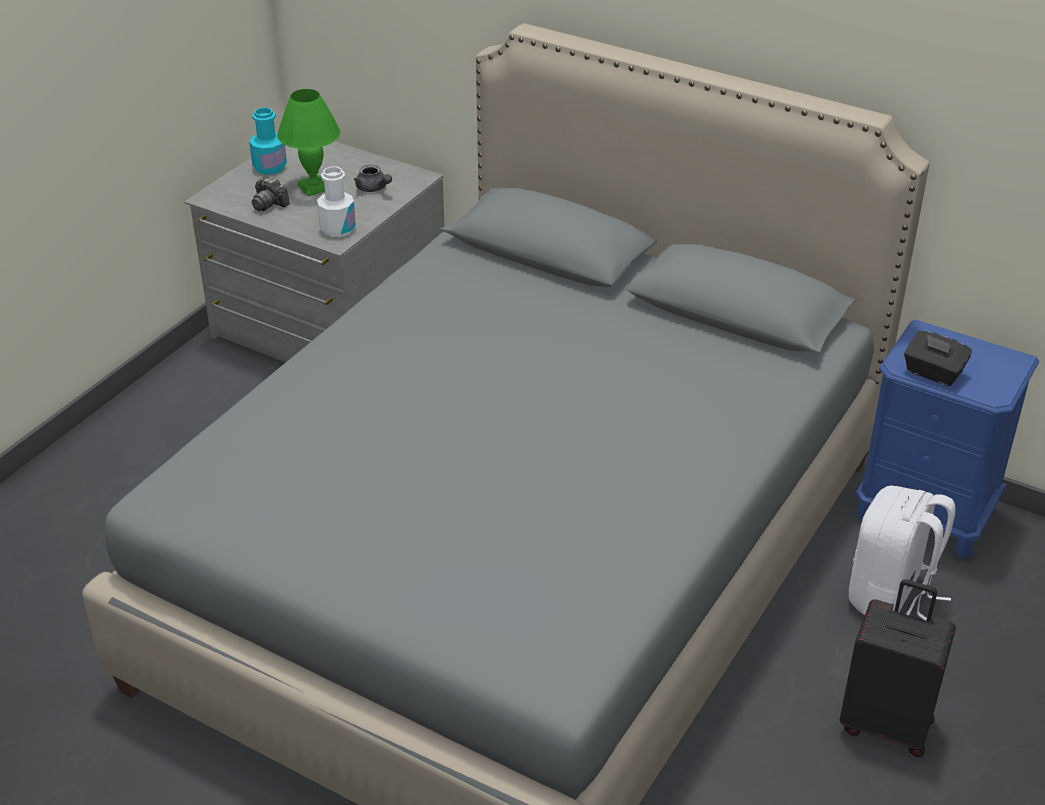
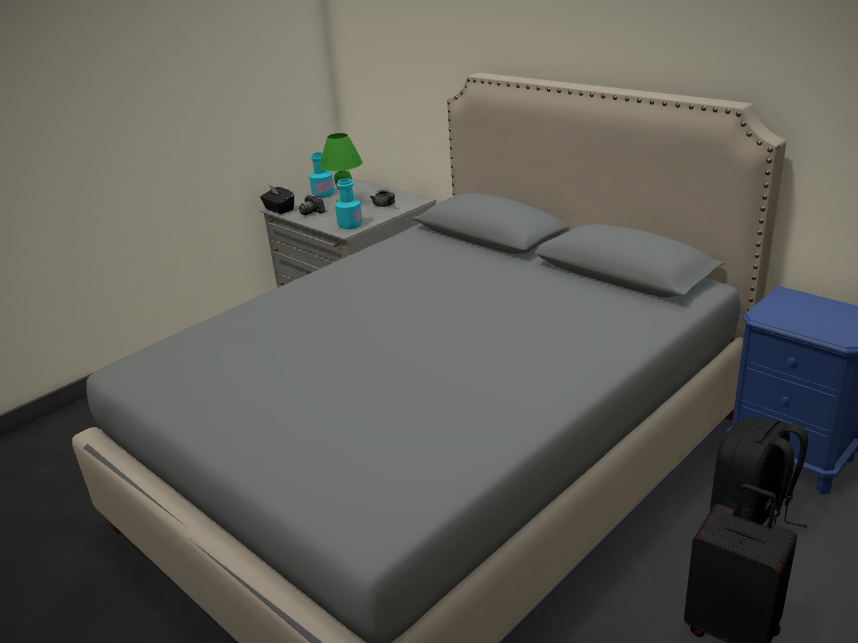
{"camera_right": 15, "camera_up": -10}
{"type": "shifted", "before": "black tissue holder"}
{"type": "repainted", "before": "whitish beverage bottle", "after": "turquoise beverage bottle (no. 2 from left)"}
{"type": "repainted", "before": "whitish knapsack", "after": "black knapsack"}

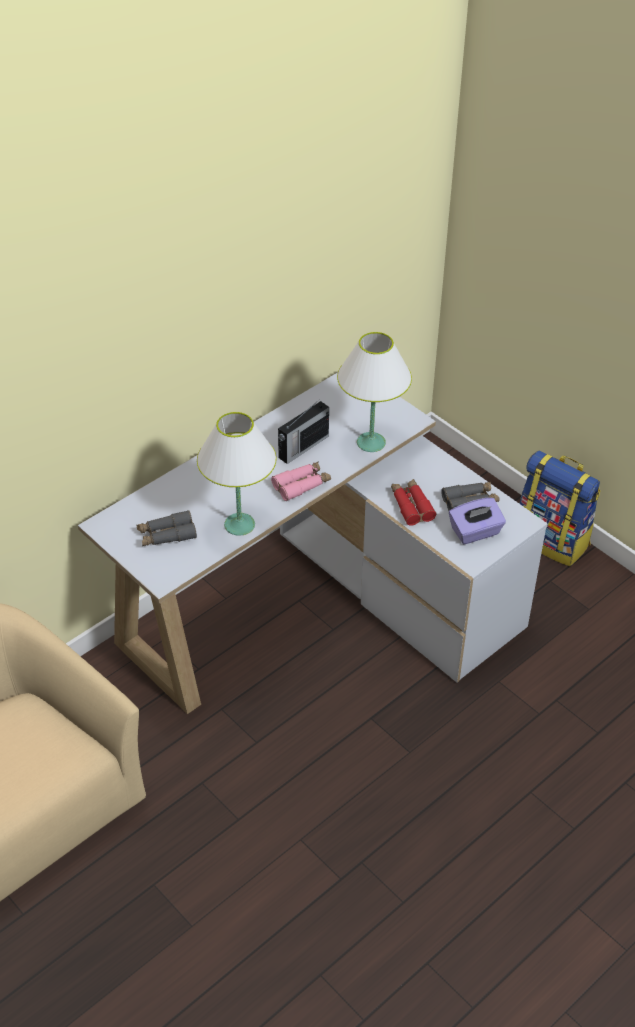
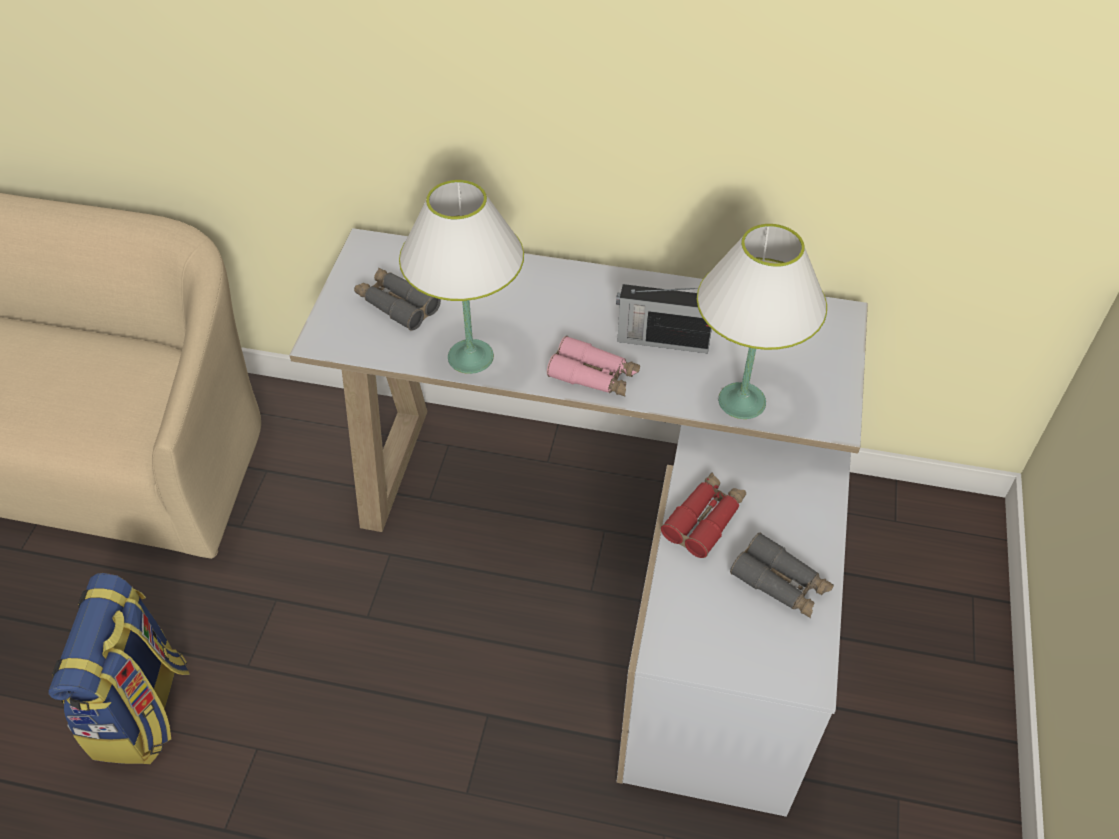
{"camera_right": 55, "camera_up": 5}
{"type": "shifted", "before": "knapsack"}
{"type": "gone", "before": "purplish tissue holder"}

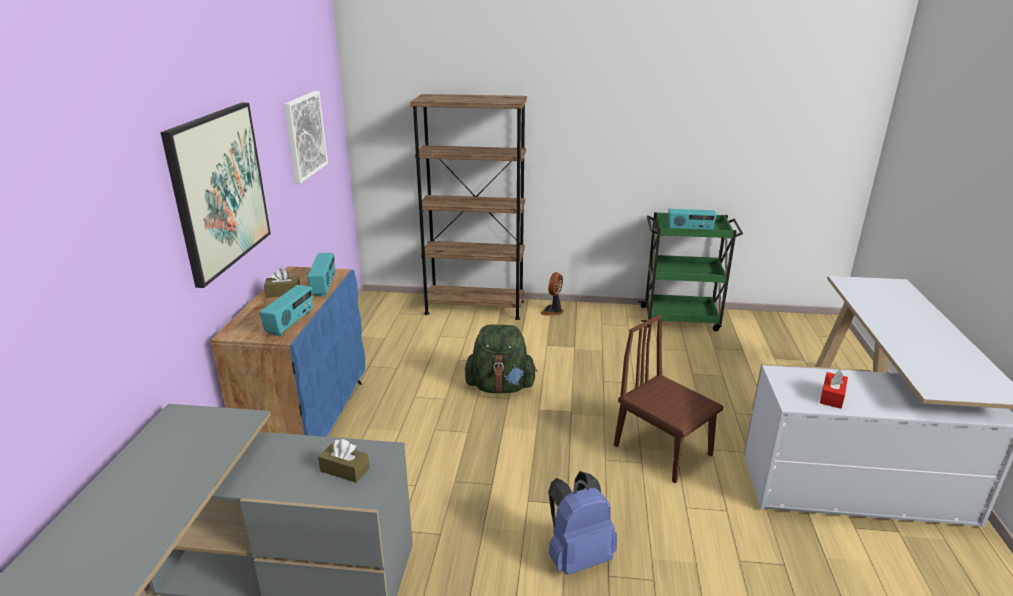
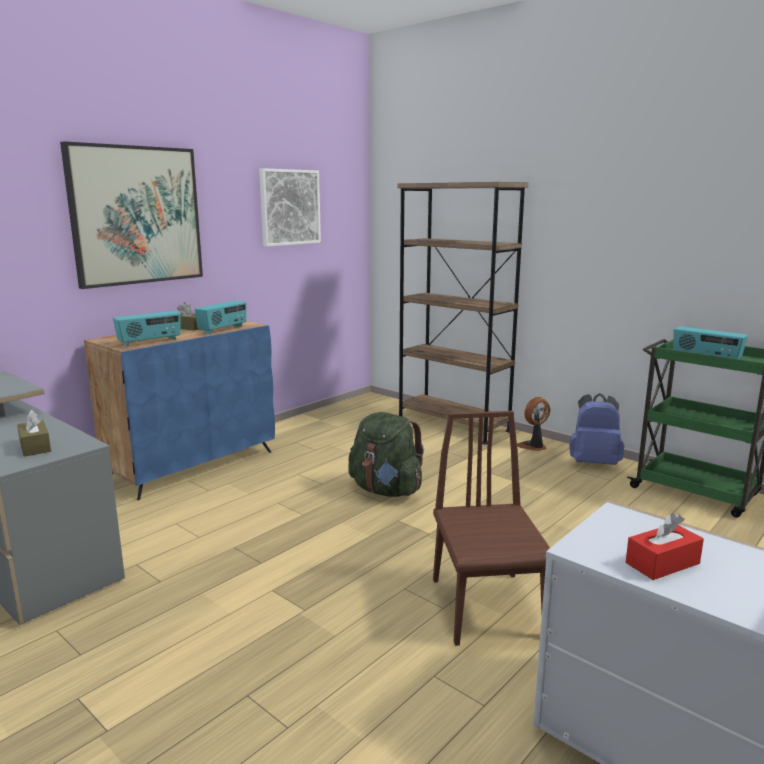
{"camera_right": 35, "camera_up": -10}
{"type": "shifted", "before": "bluish knapsack"}

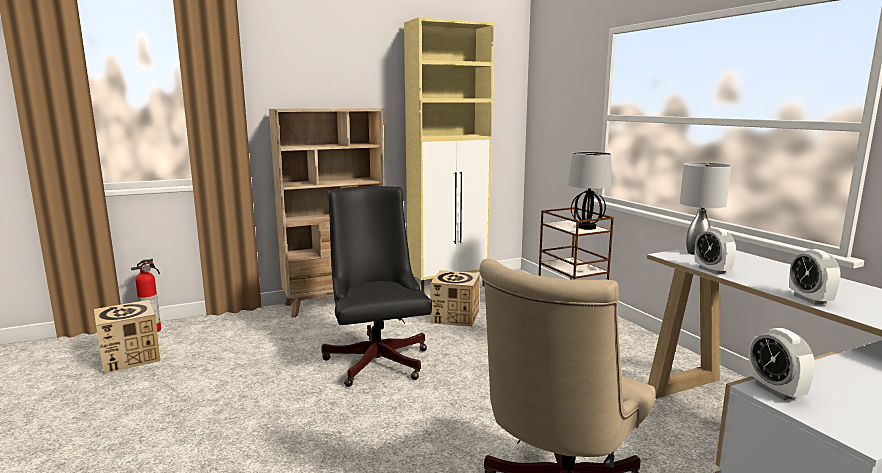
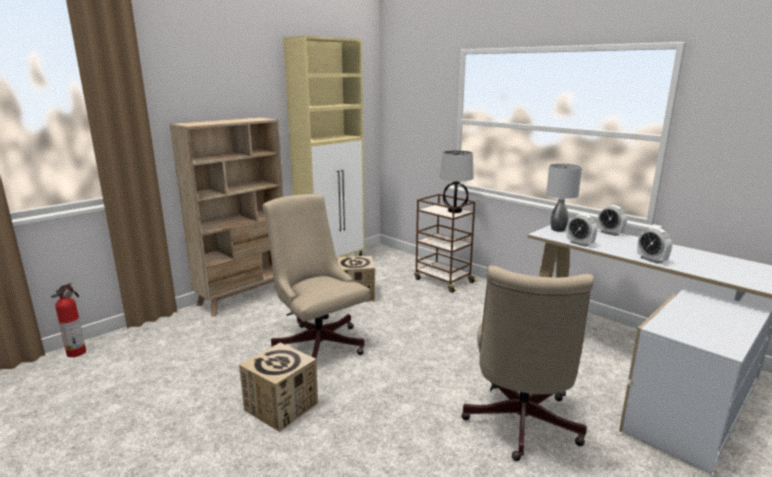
{"camera_right": -20, "camera_up": 5}
{"type": "shifted", "before": "cardboard box (no. 1 from left)"}
{"type": "repainted", "before": "black computer chair", "after": "sand-coloured computer chair (no. 1 from left)"}
{"type": "shifted", "before": "bedside clock (no. 2 from left)"}

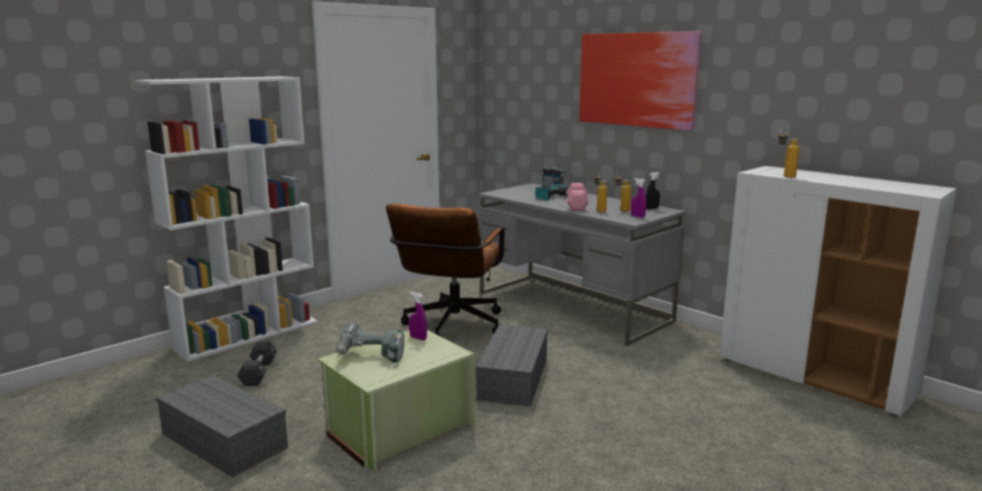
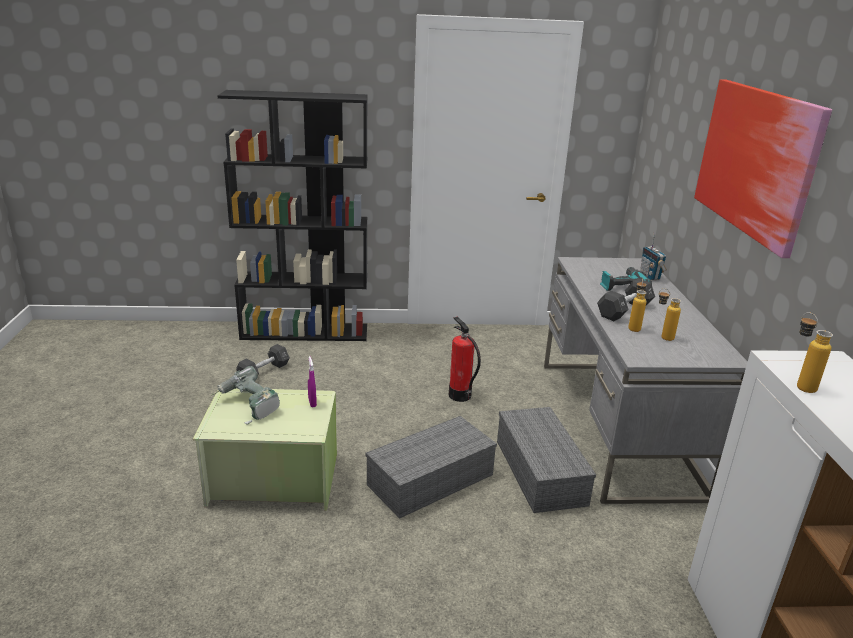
{"camera_right": 40, "camera_up": 10}
{"type": "repainted", "before": "whitish bookcase", "after": "black bookcase"}
{"type": "swapped", "before": "brown-coloured computer chair", "after": "fire-fighting cylinder"}
{"type": "shifted", "before": "gray storage container (no. 1 from left in the first image)", "after": "gray storage container (no. 2 from left)"}
{"type": "repainted", "before": "pink-coloured hand weight", "after": "black hand weight (no. 2 from left)"}
{"type": "gone", "before": "purplish sprayer (no. 2 from left)"}
{"type": "gone", "before": "black sprayer"}

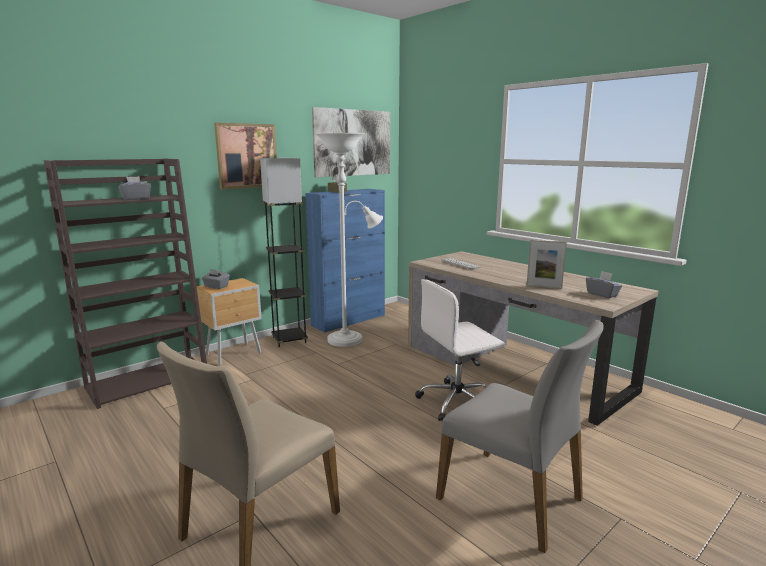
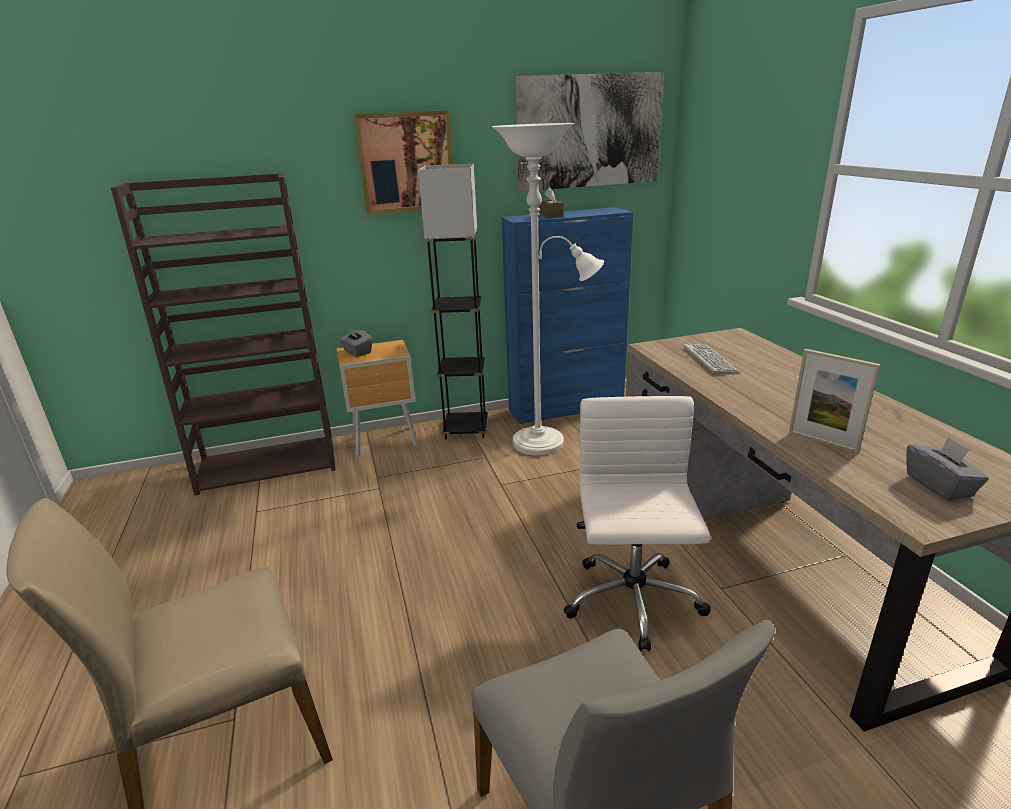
{"camera_right": 25, "camera_up": 10}
{"type": "rotated", "before": "whitish computer chair", "turn": 90}
{"type": "gone", "before": "gray tissue holder (no. 1 from left)"}

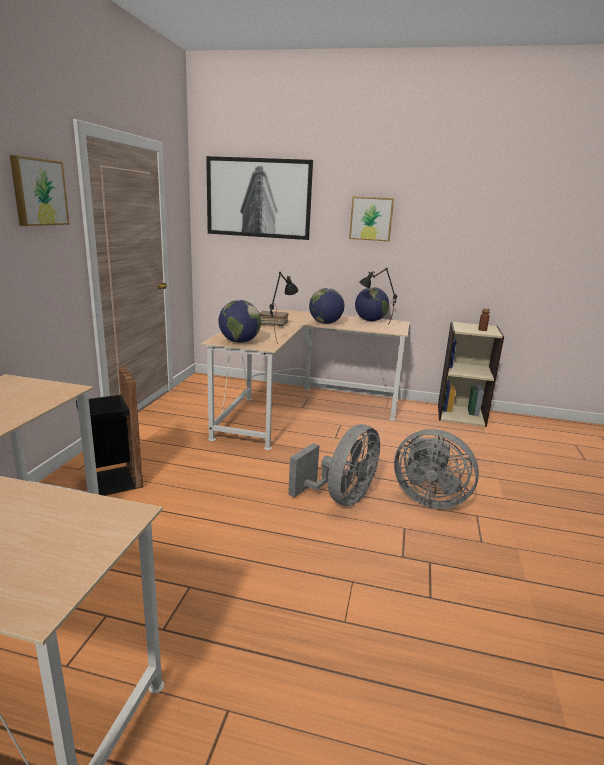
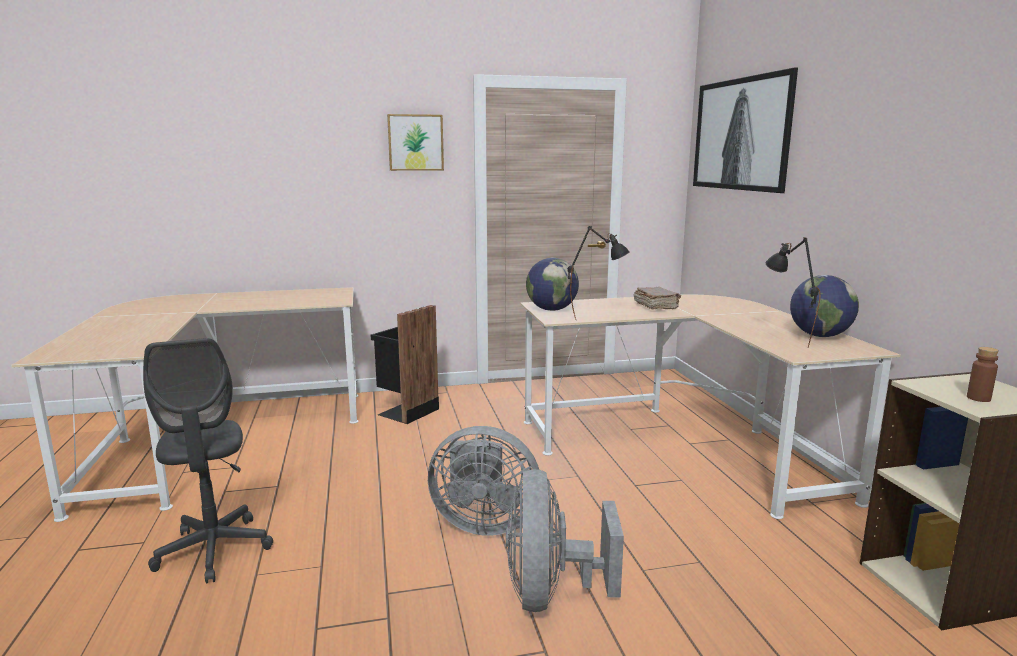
{"camera_right": 65, "camera_up": -5}
{"type": "new", "after": "gray computer chair"}
{"type": "gone", "before": "world globe (no. 2 from left)"}
{"type": "gone", "before": "picture (no. 3 from left)"}

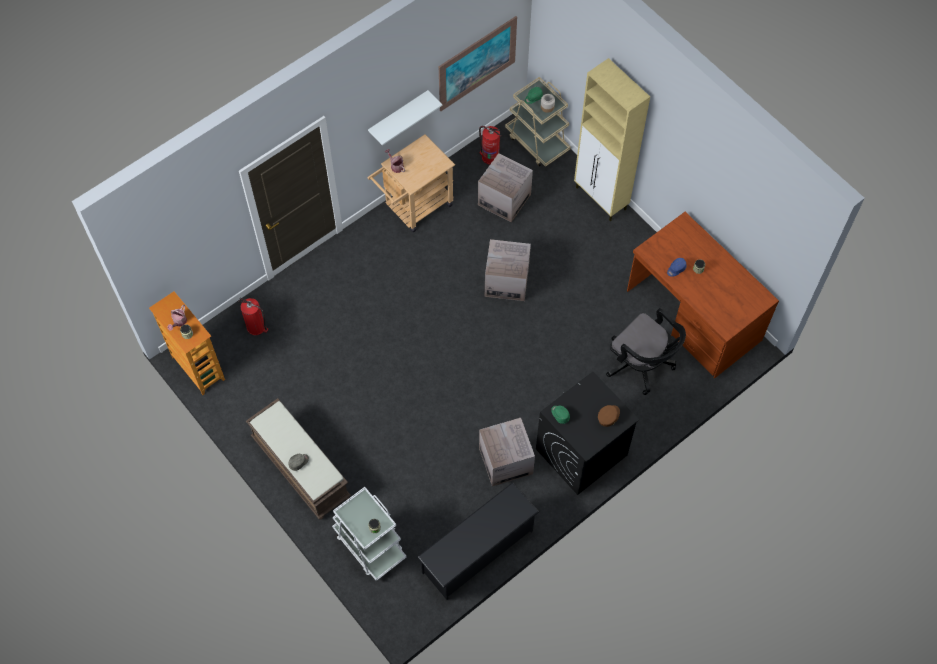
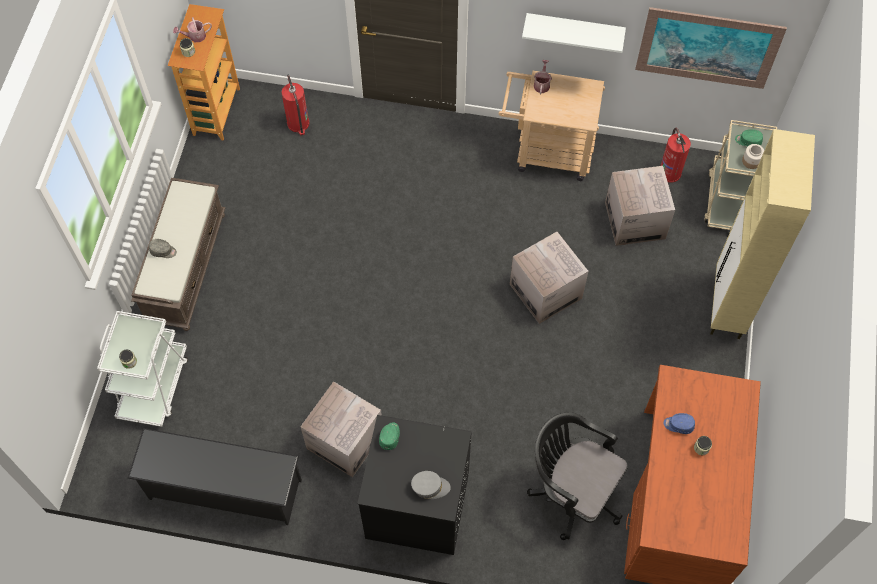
{"camera_right": 50, "camera_up": 0}
{"type": "repainted", "before": "brown-coloured baseball cap", "after": "gray baseball cap (no. 2 from left)"}
{"type": "rotated", "before": "black computer chair", "turn": 120}

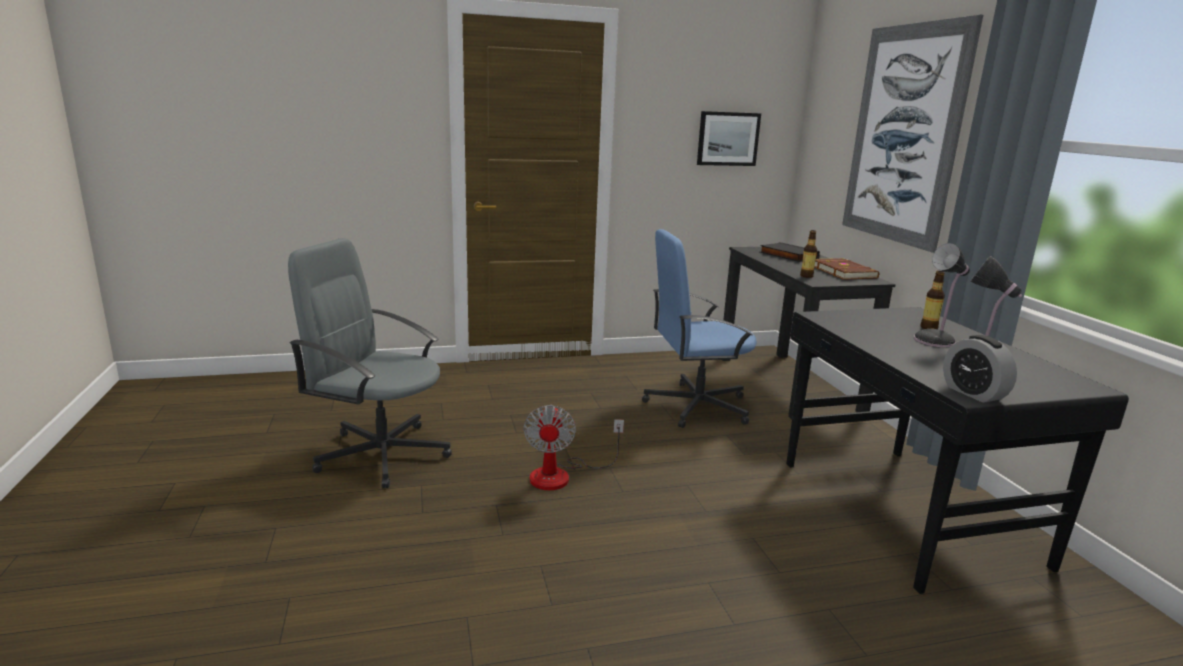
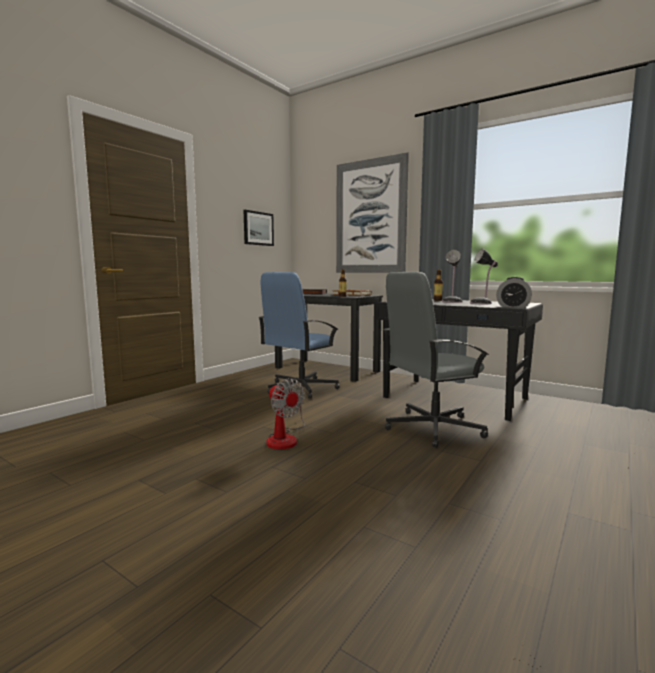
{"camera_right": -40, "camera_up": -10}
{"type": "shifted", "before": "gray computer chair"}

